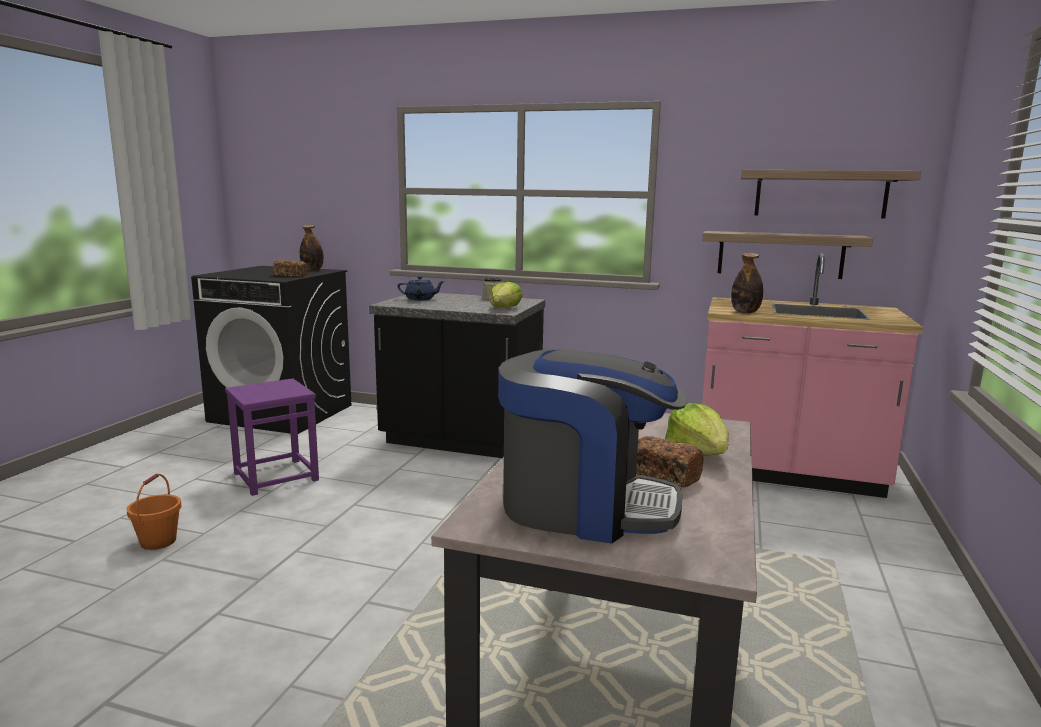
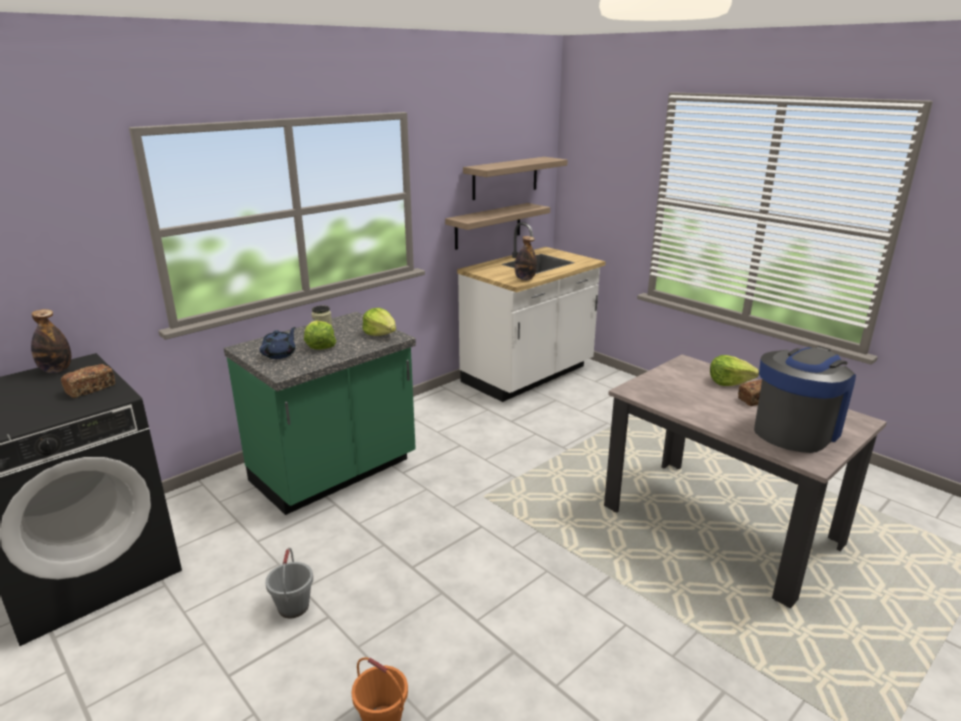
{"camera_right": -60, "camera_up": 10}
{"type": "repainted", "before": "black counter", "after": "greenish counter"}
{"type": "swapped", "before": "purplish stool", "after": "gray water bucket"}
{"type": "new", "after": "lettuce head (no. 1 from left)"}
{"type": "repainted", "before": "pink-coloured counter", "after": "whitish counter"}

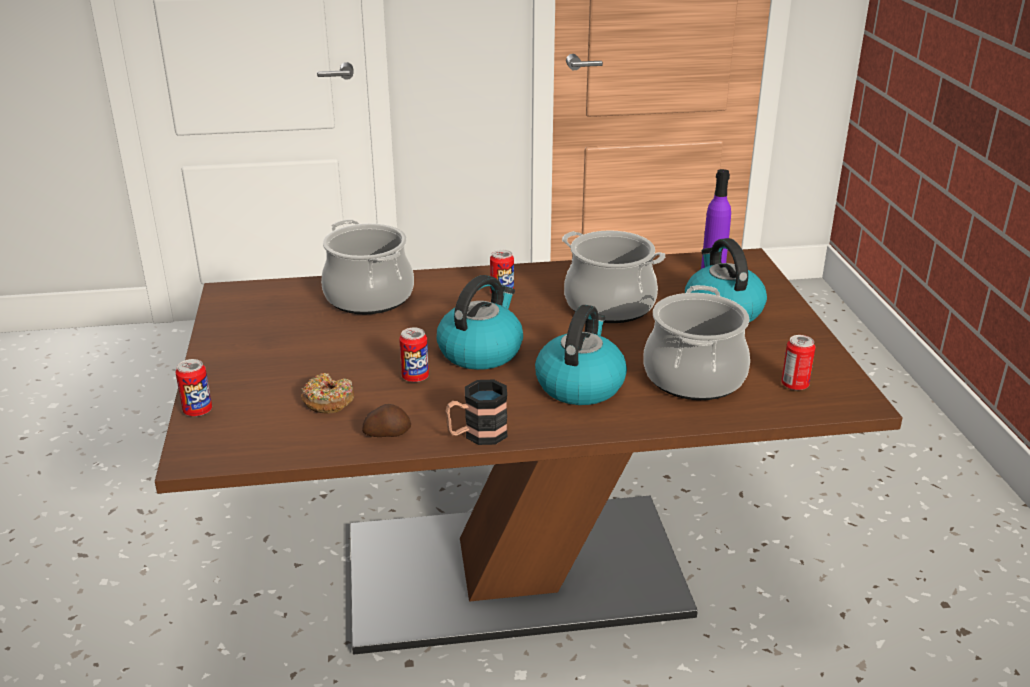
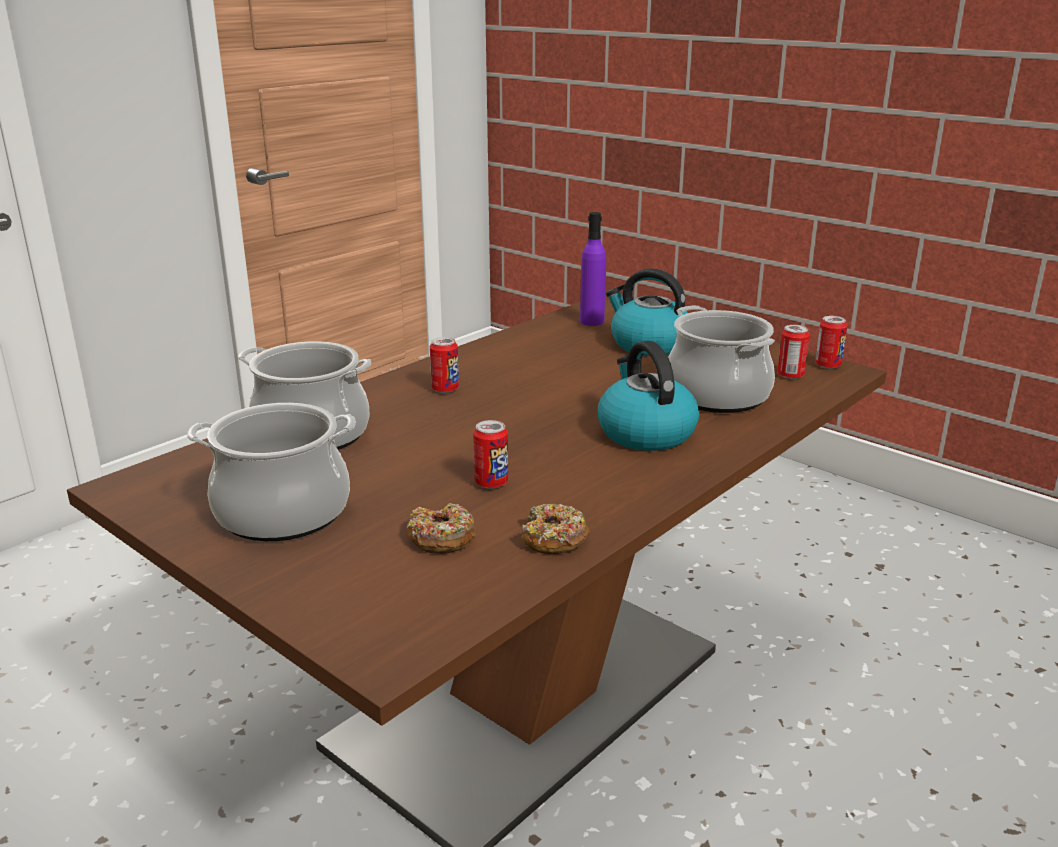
{"camera_right": -40, "camera_up": -5}
{"type": "shifted", "before": "stockpot (no. 2 from left in the first image)", "after": "stockpot (no. 1 from left)"}
{"type": "swapped", "before": "spud", "after": "ring doughnut (no. 2 from left)"}
{"type": "shifted", "before": "sealed can (no. 1 from left in the first image)", "after": "sealed can (no. 4 from left)"}
{"type": "gone", "before": "water kettle (no. 1 from left)"}
{"type": "gone", "before": "coffee mug"}

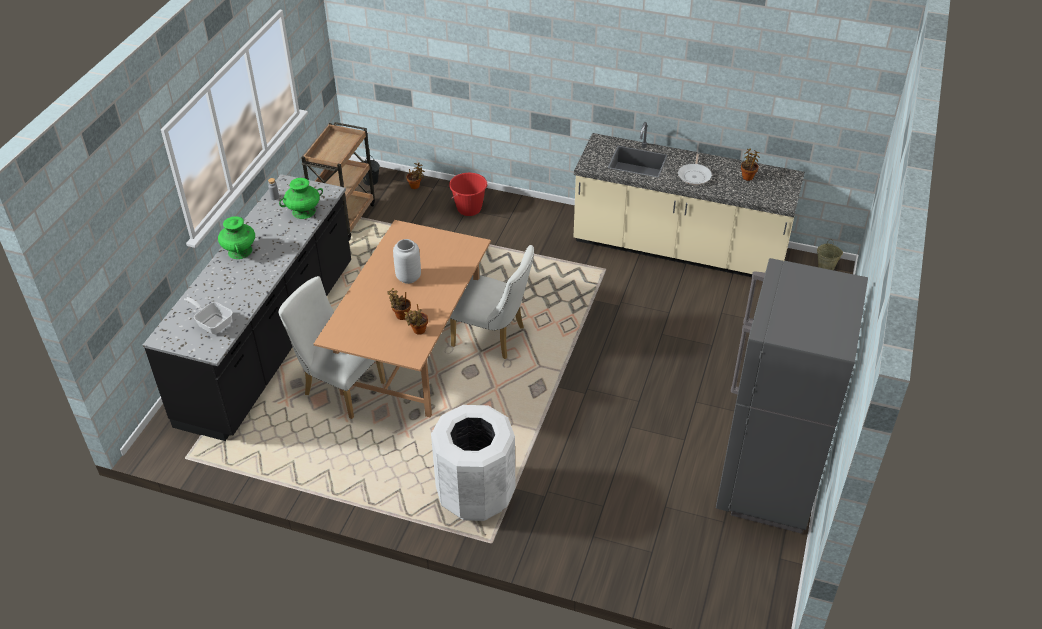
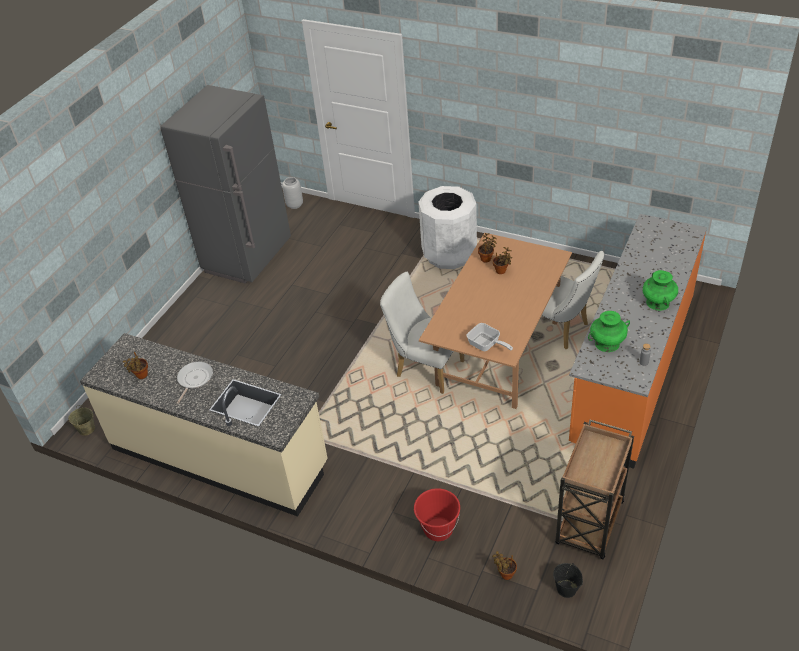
{"camera_right": -170, "camera_up": 0}
{"type": "shifted", "before": "gray flower vase"}
{"type": "shifted", "before": "skillet (no. 1 from left in the first image)", "after": "skillet (no. 2 from left)"}
{"type": "repainted", "before": "black counter", "after": "orange-coloured counter"}

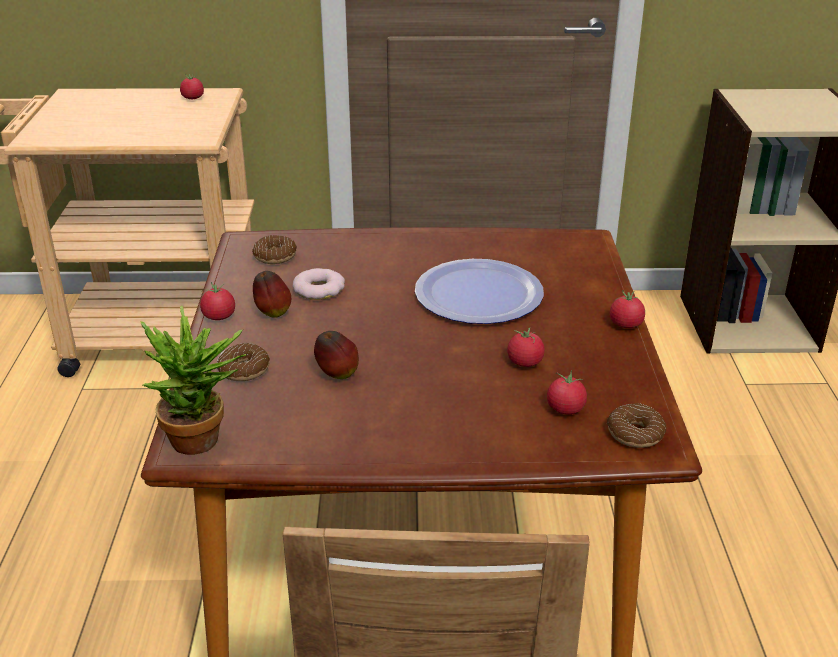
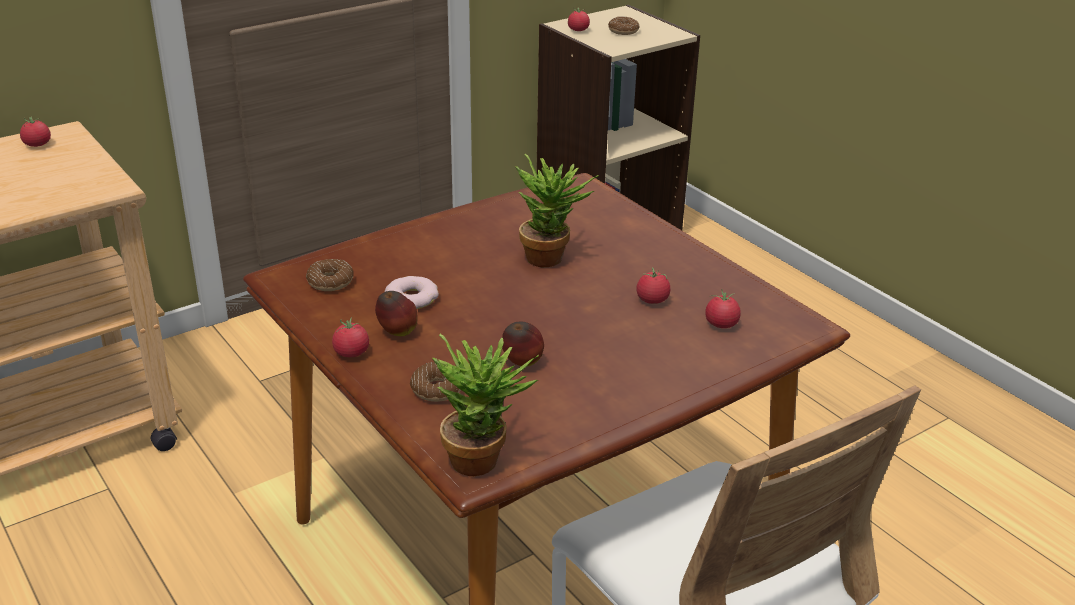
{"camera_right": -35, "camera_up": 0}
{"type": "swapped", "before": "flat dish", "after": "plant in a pot (no. 2 from left)"}
{"type": "shifted", "before": "whole tomato (no. 5 from left in the first image)", "after": "whole tomato (no. 3 from left)"}
{"type": "shifted", "before": "ring doughnut (no. 4 from left)"}

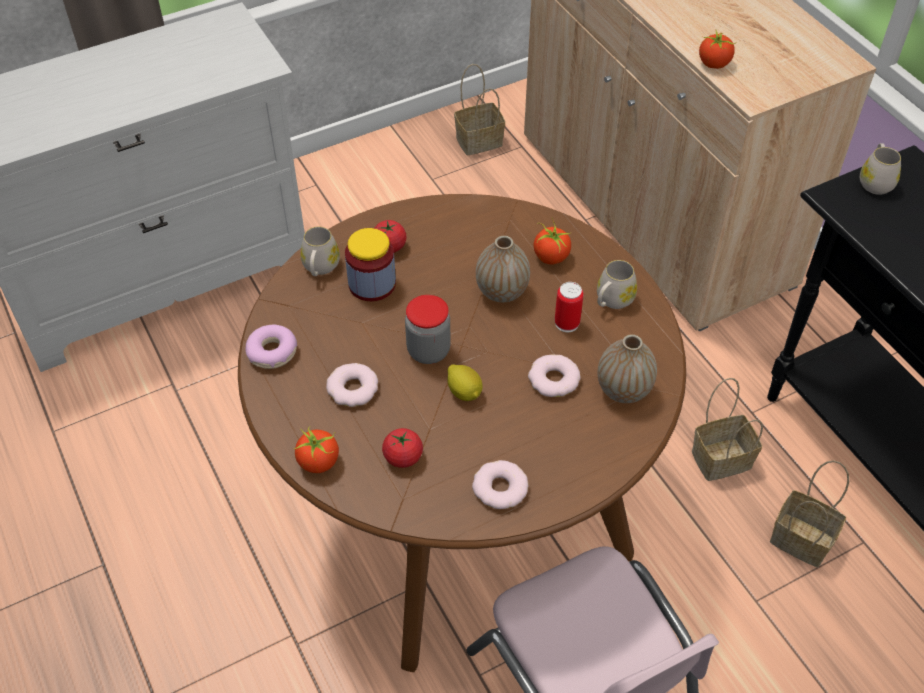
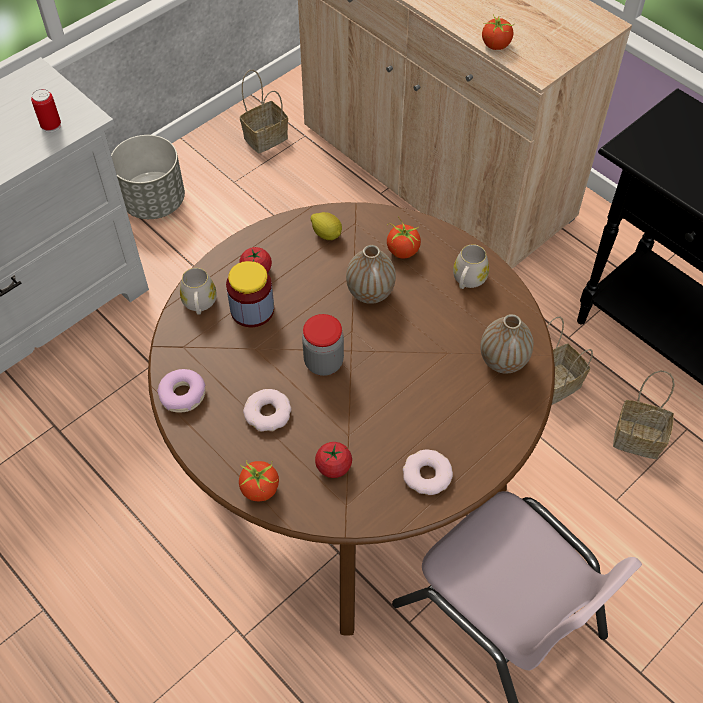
{"camera_right": -15, "camera_up": 5}
{"type": "shifted", "before": "sealed can"}
{"type": "new", "after": "gray plant pot"}
{"type": "shifted", "before": "whole lemon"}
{"type": "gone", "before": "ring doughnut (no. 4 from left)"}
{"type": "gone", "before": "whitish coffee mug (no. 3 from left)"}

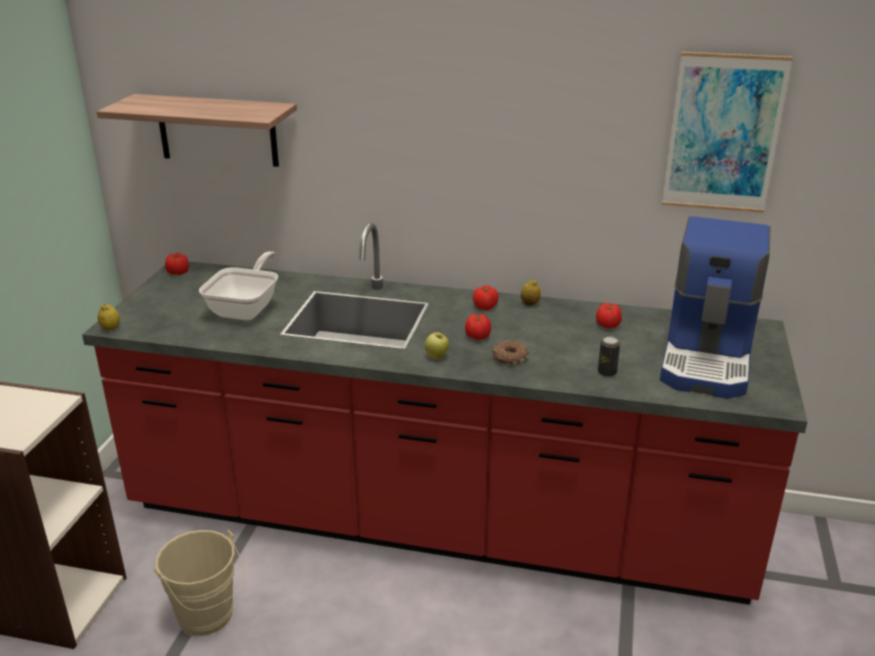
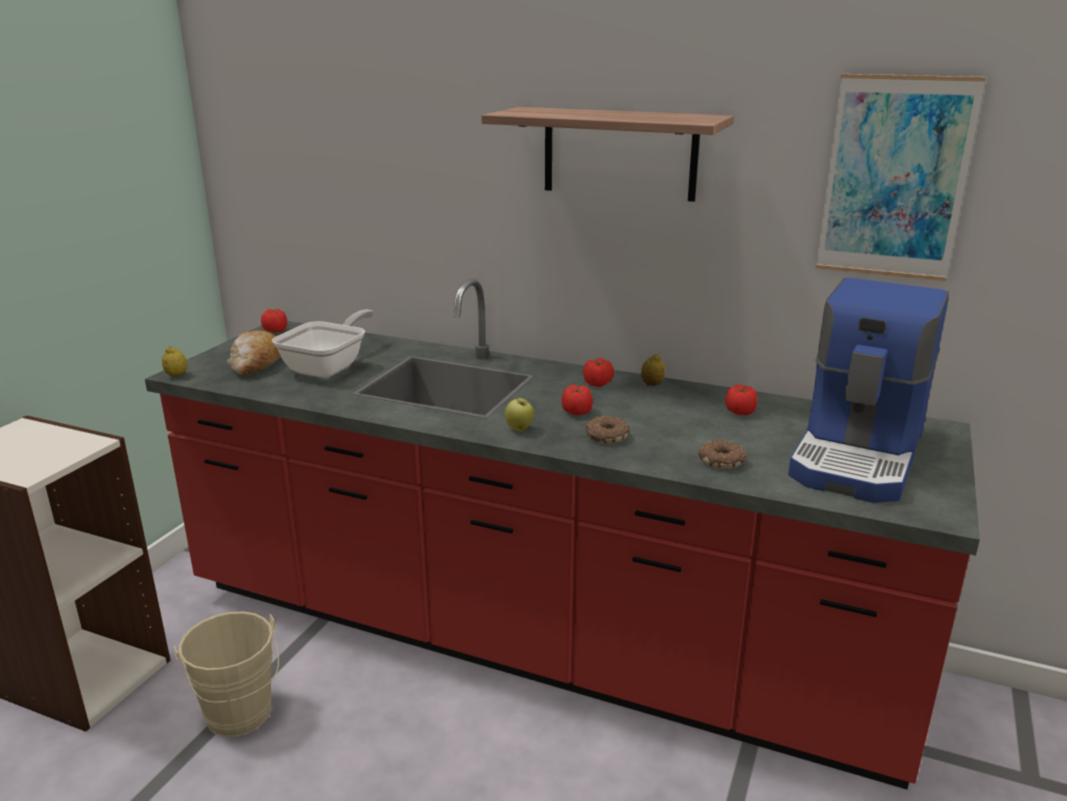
{"camera_right": 10, "camera_up": -5}
{"type": "new", "after": "baked bread"}
{"type": "shifted", "before": "bracket shelf"}
{"type": "swapped", "before": "sealed can", "after": "ring doughnut (no. 2 from left)"}

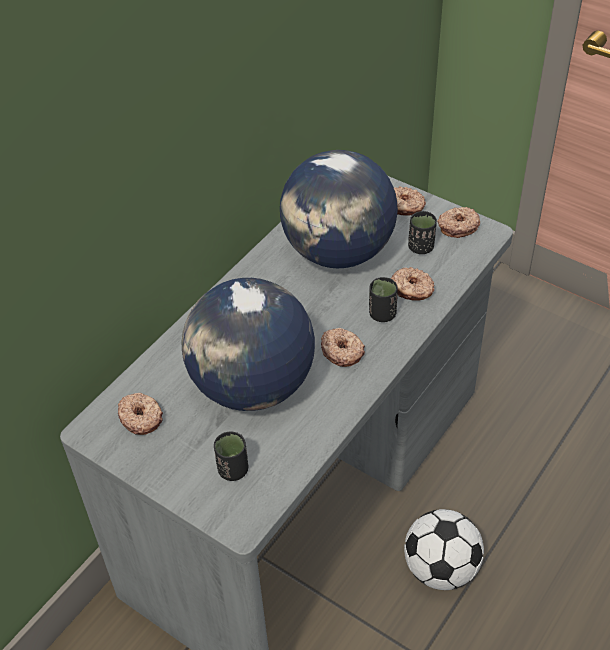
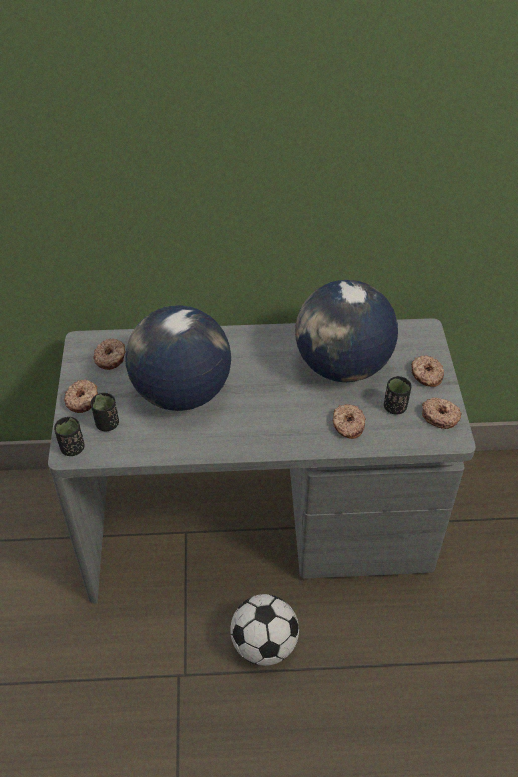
{"camera_right": 50, "camera_up": 0}
{"type": "shifted", "before": "black cup (no. 2 from left in the first image)", "after": "black cup (no. 1 from left)"}
{"type": "shifted", "before": "ring doughnut (no. 2 from left in the first image)", "after": "ring doughnut (no. 1 from left)"}

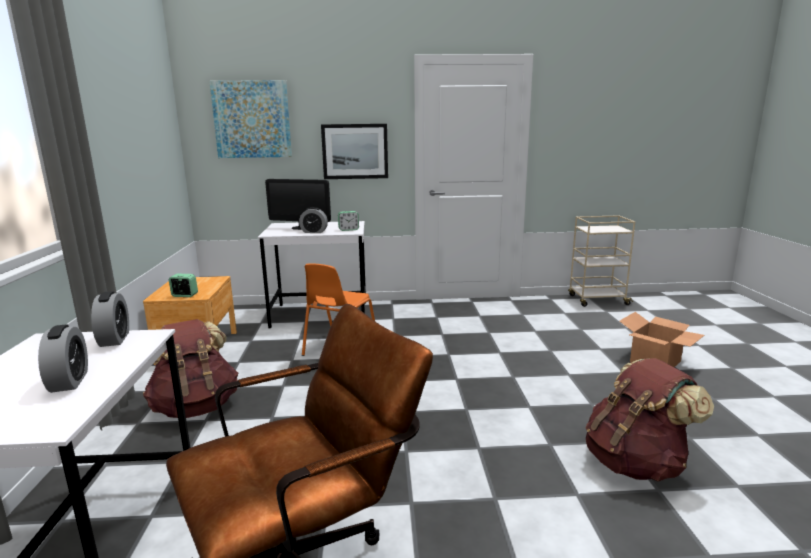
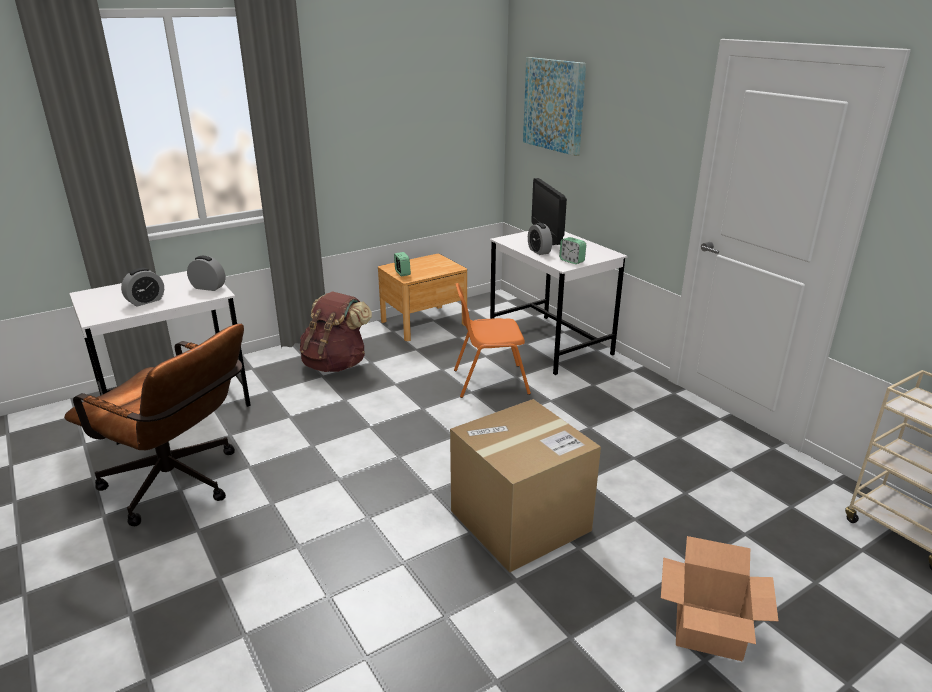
{"camera_right": 60, "camera_up": 10}
{"type": "rotated", "before": "bedside clock (no. 2 from left)", "turn": -120}
{"type": "new", "after": "cardboard box (no. 1 from left)"}
{"type": "gone", "before": "picture (no. 2 from left)"}
{"type": "gone", "before": "brown-coloured knapsack (no. 2 from left)"}

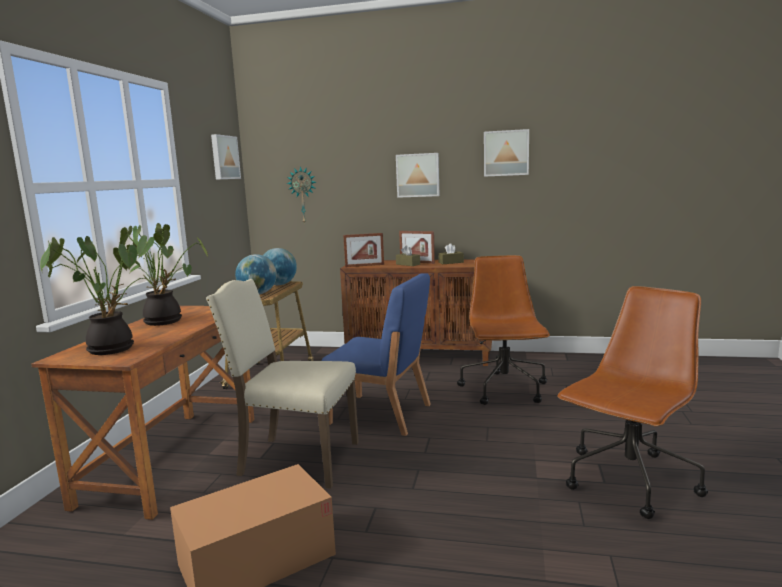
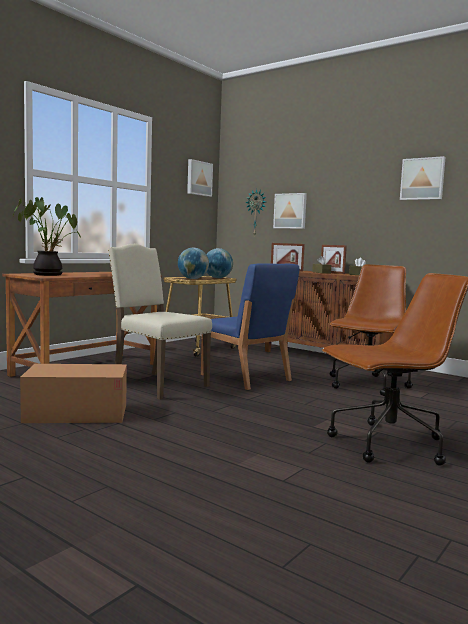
{"camera_right": 25, "camera_up": -5}
{"type": "shifted", "before": "picture (no. 2 from left)"}
{"type": "gone", "before": "plant in a pot (no. 2 from left)"}

